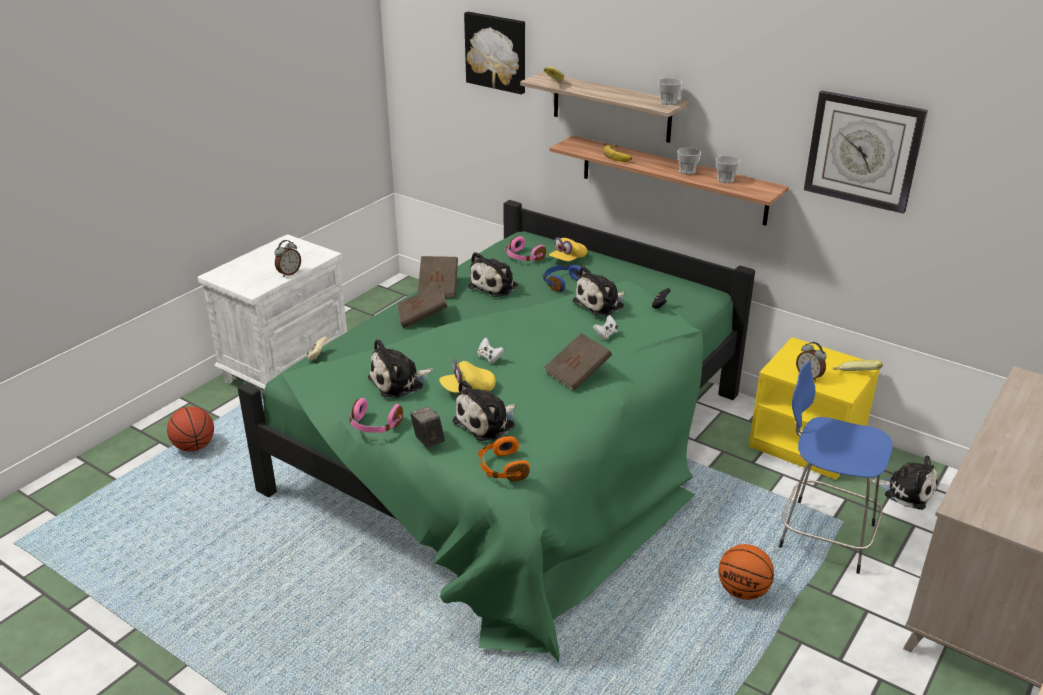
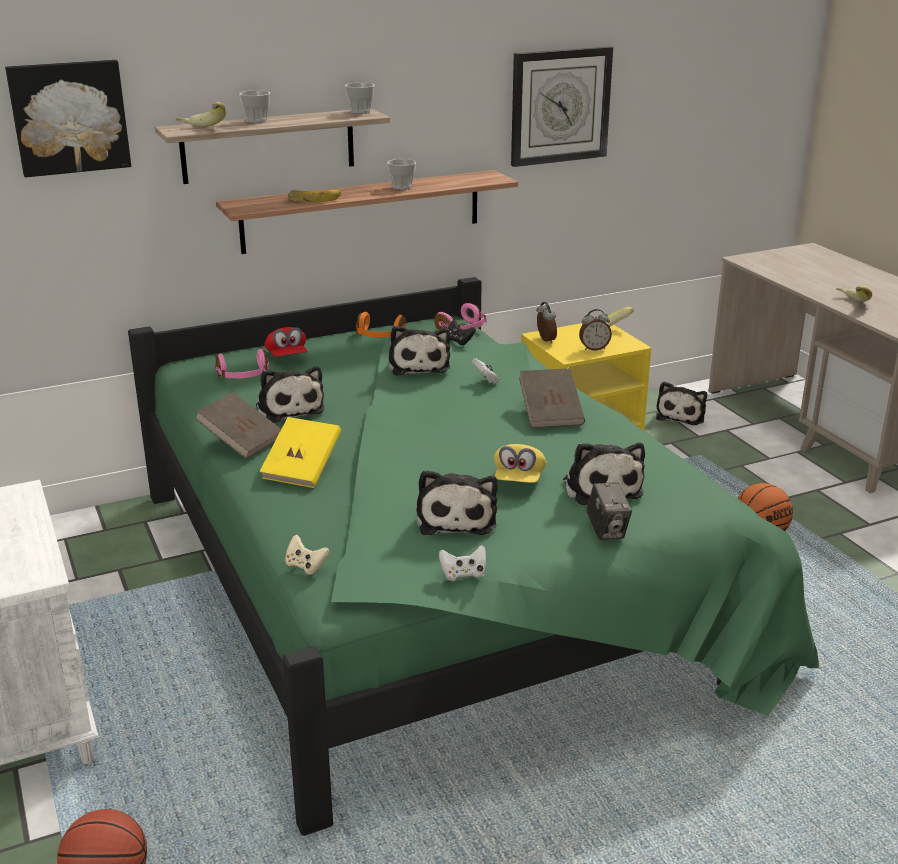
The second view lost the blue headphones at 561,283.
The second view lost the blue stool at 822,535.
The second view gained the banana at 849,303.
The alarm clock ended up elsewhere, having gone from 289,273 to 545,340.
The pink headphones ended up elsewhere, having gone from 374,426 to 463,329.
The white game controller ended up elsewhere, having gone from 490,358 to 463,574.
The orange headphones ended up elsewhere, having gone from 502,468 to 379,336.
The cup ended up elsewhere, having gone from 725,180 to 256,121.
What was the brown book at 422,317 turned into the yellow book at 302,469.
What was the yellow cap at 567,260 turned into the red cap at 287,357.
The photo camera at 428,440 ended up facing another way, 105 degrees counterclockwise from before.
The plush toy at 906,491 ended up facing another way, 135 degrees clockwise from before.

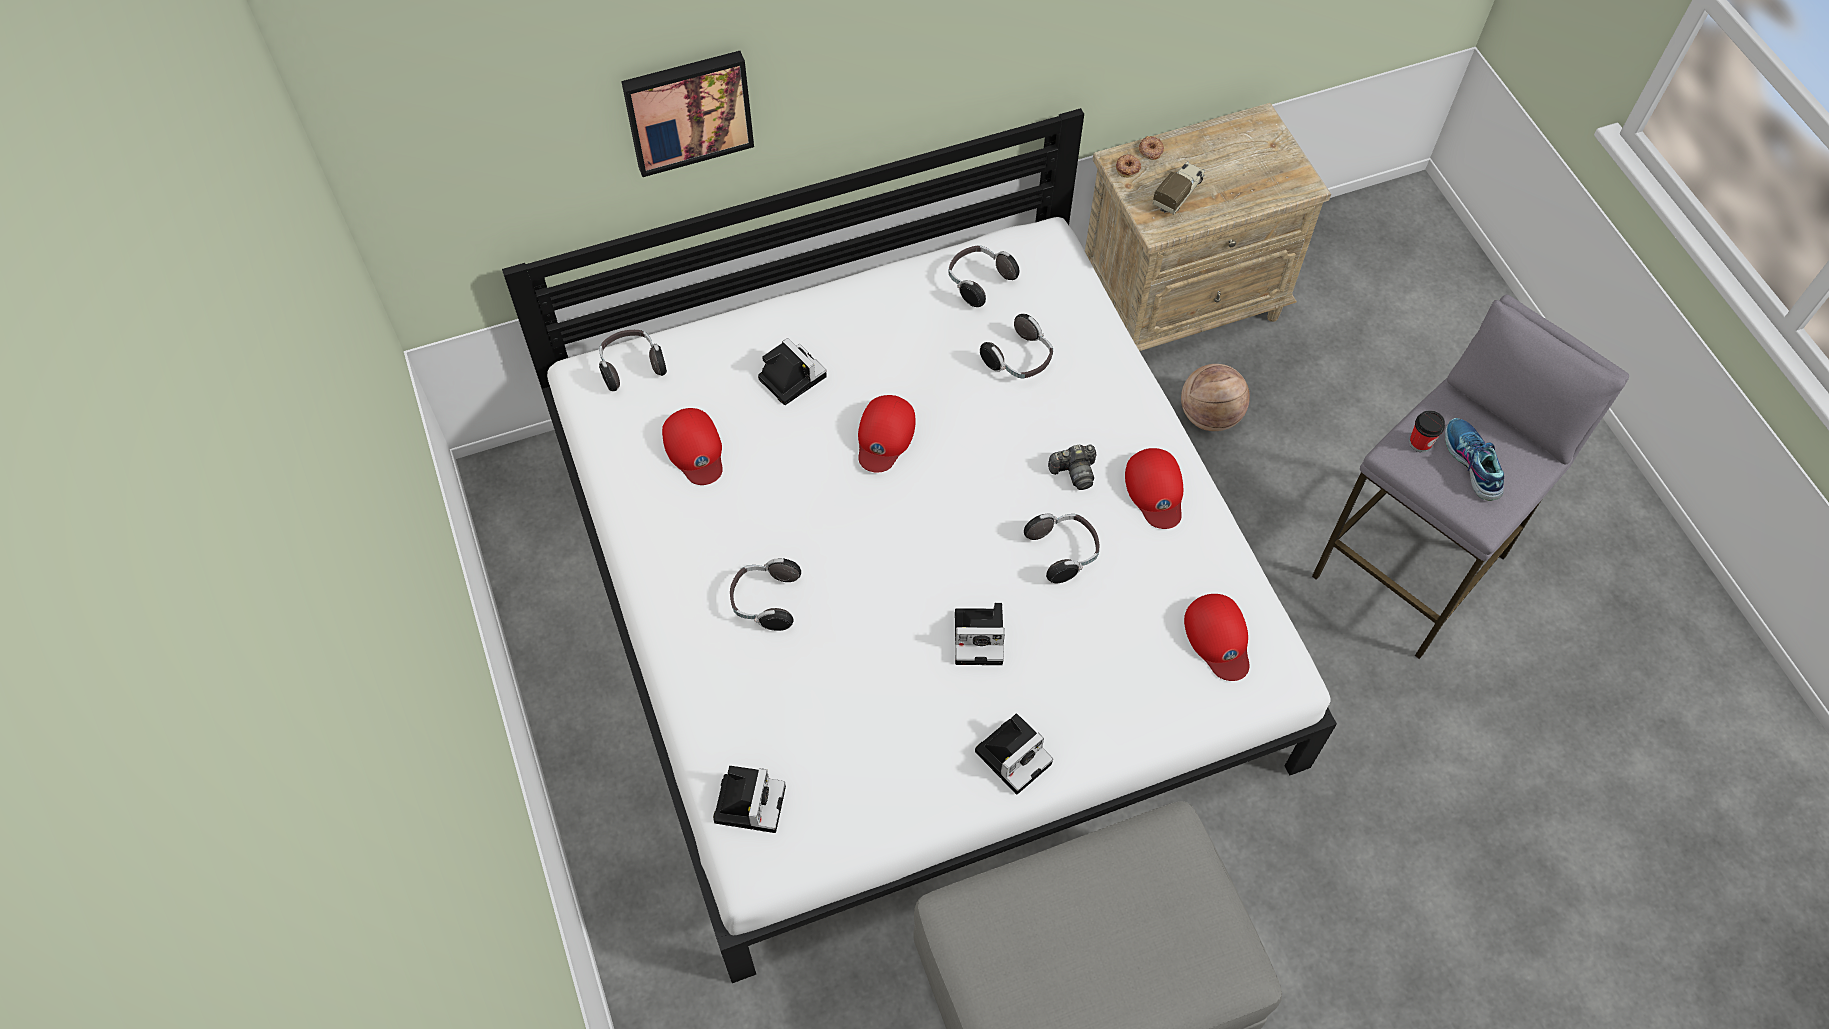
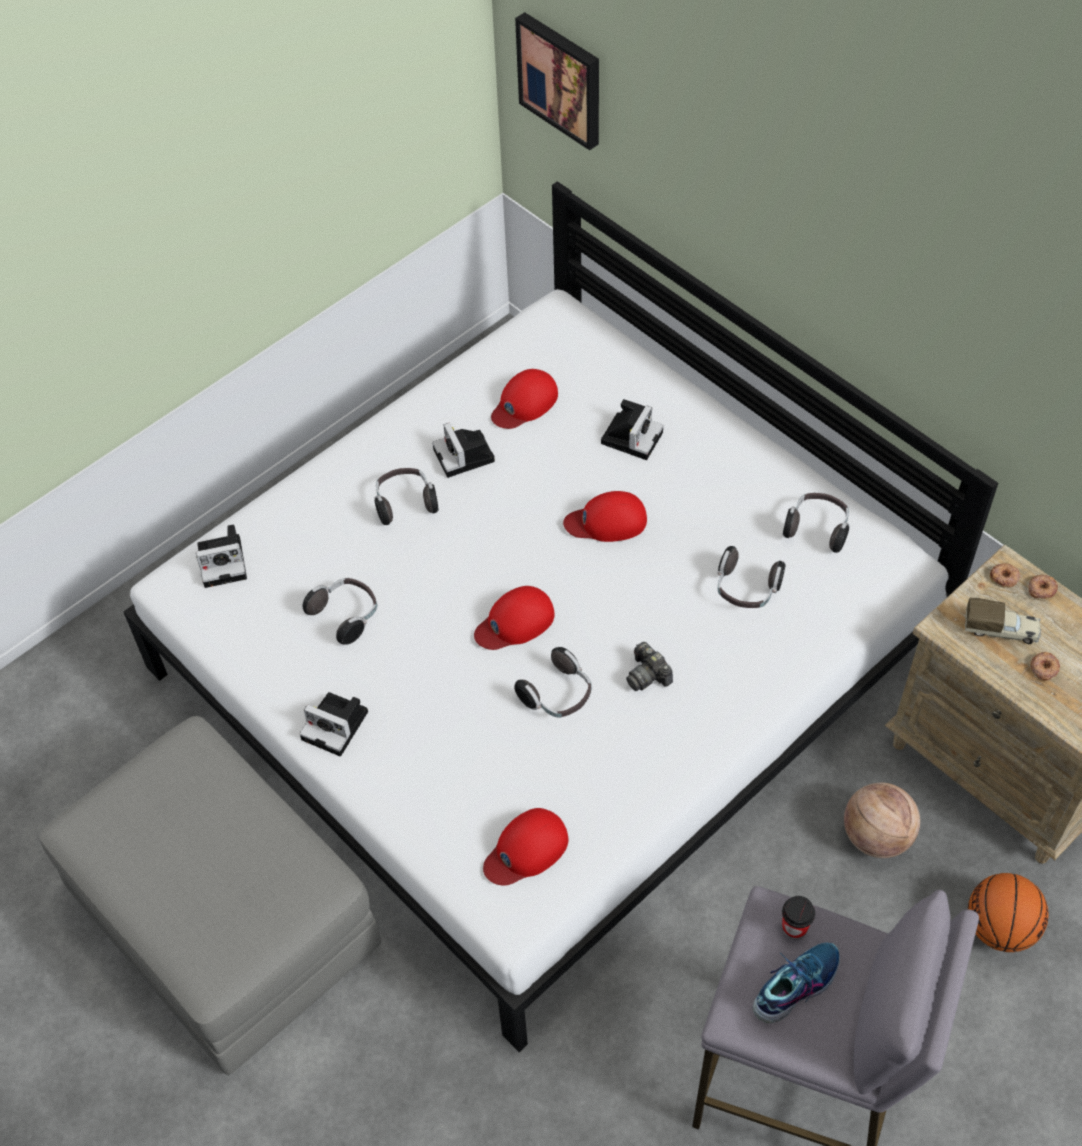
The second view gained the basketball at 1000,928.
The second view gained the donut at 1044,668.
The headphones ended up elsewhere, having gone from 631,366 to 346,616.
The picture ended up elsewhere, having gone from 688,110 to 562,79.
The photo camera ended up elsewhere, having gone from 981,637 to 465,457.
The red cap ended up elsewhere, having gone from 1155,490 to 515,622.

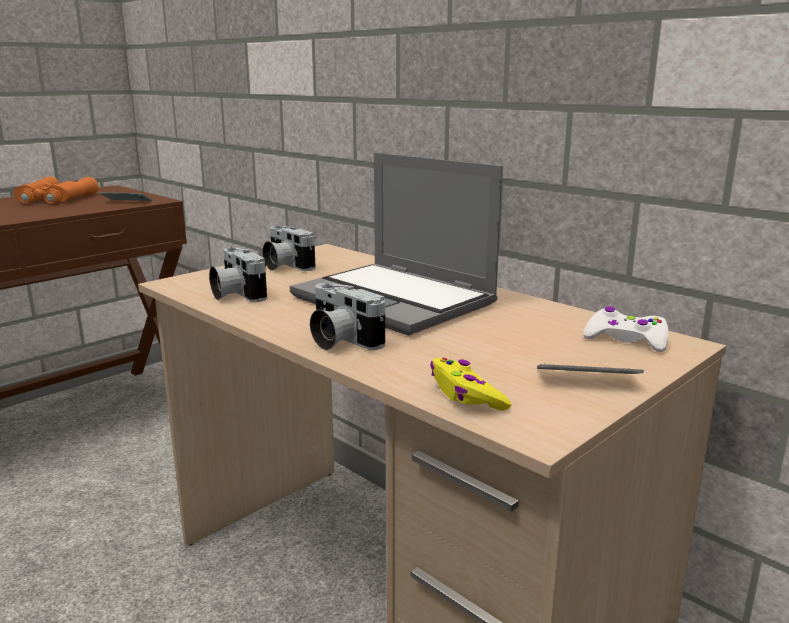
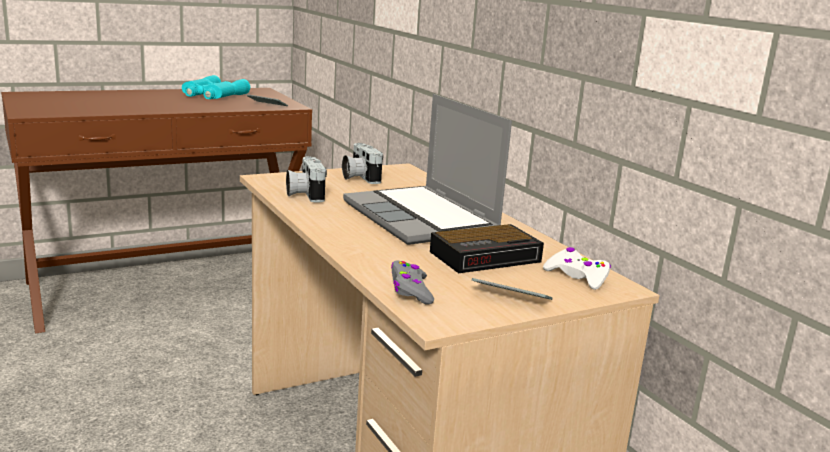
The second view lost the photo camera at 339,340.
The second view gained the alarm clock at 487,256.
What was the orange binoculars at 54,199 turned into the turquoise binoculars at 213,95.
What was the yellow game controller at 466,395 turned into the grey game controller at 410,290.

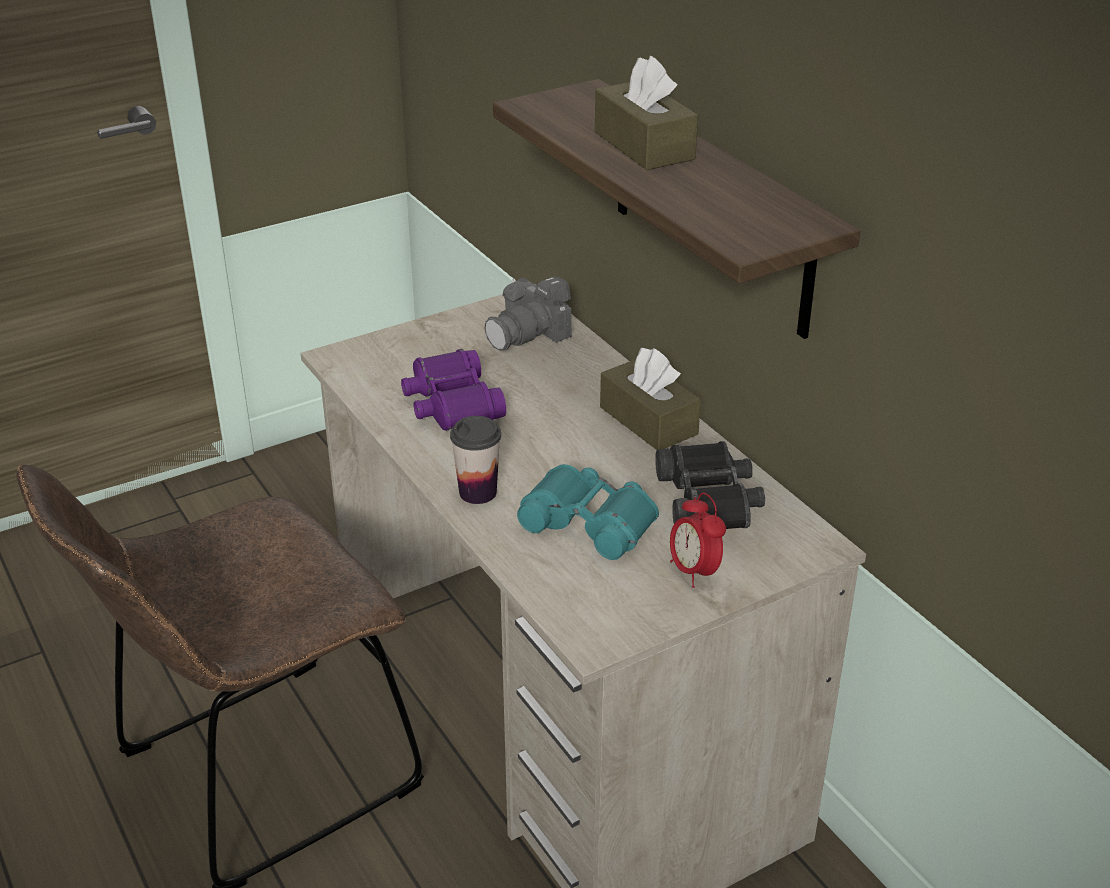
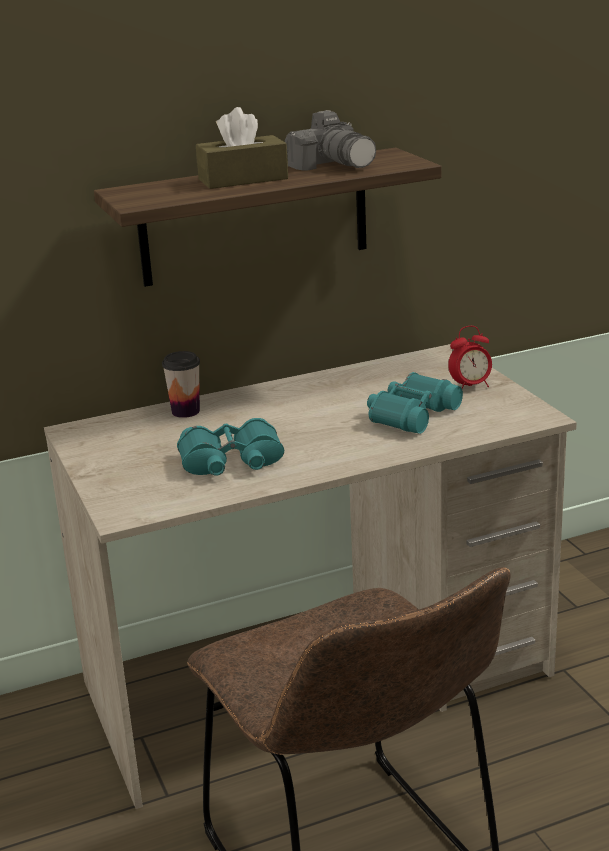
The second view lost the brown tissue box at 648,421.
The second view lost the black binoculars at 709,500.
The cup ended up elsewhere, having gone from 478,492 to 185,411.
The photo camera ended up elsewhere, having gone from 530,333 to 333,164.
What was the purple binoculars at 451,404 turned into the turquoise binoculars at 231,462.

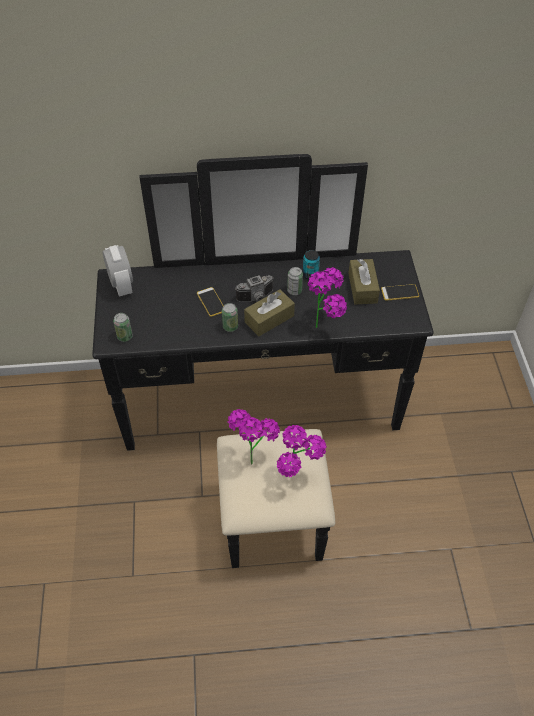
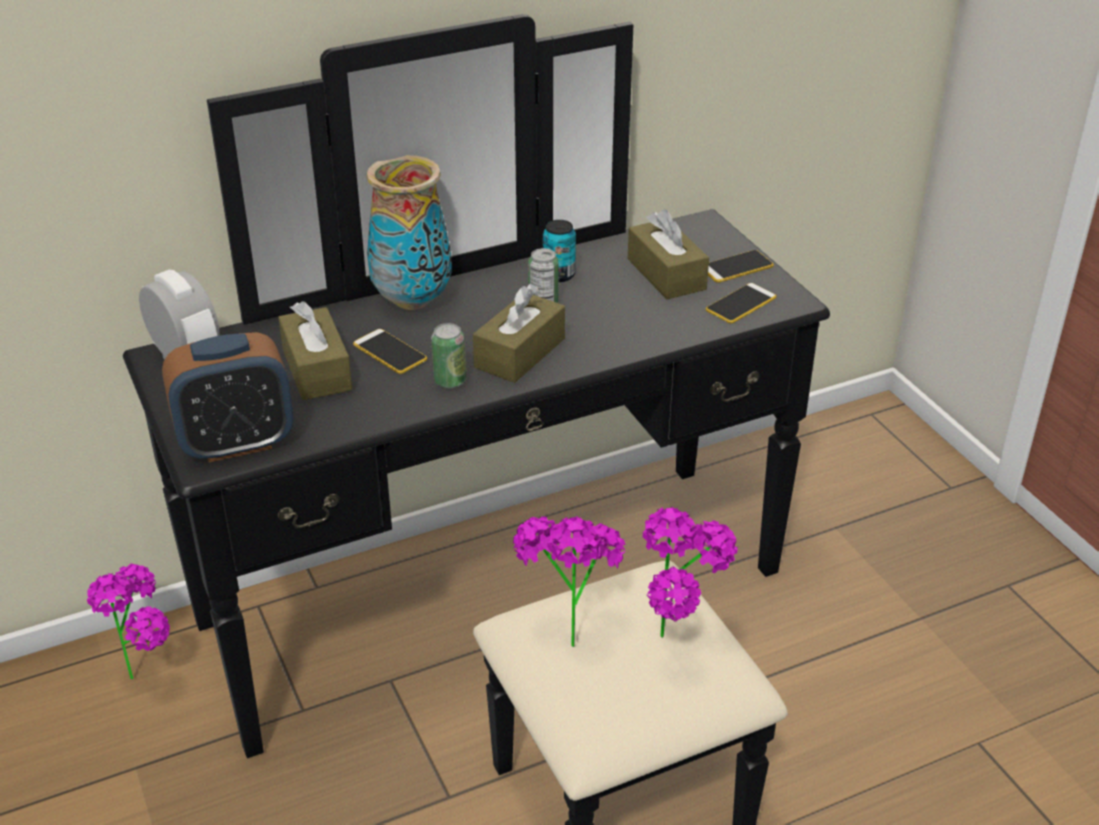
The second view lost the photo camera at 257,298.
The second view gained the brown tissue box at 317,369.
The second view gained the vase at 412,300.
The second view gained the phone at 741,304.
The potted plant ended up elsewhere, having gone from 325,325 to 148,671.
Where the can stood at 125,336, the alarm clock came to stand at 236,443.

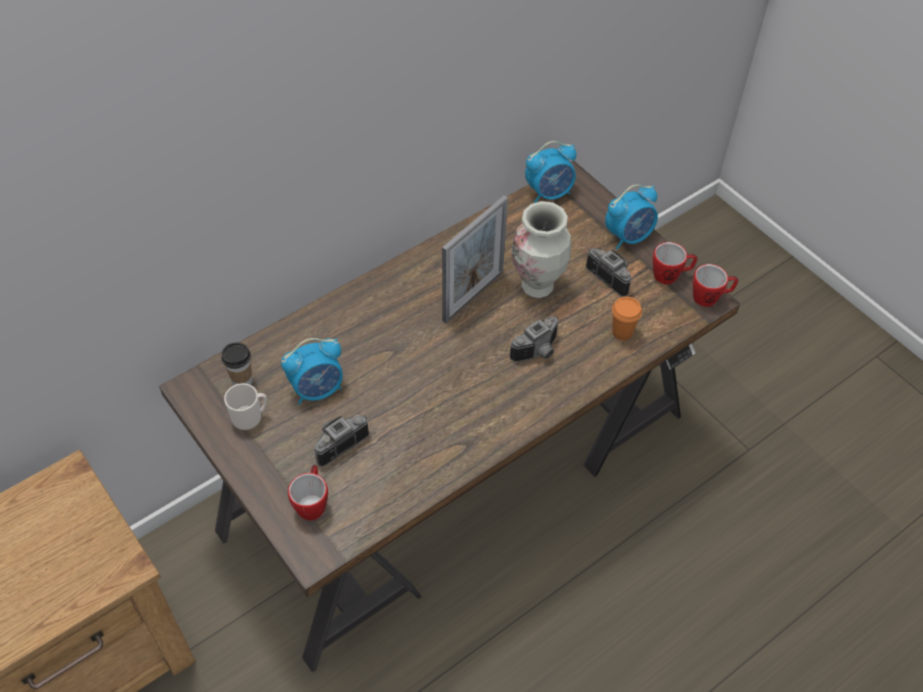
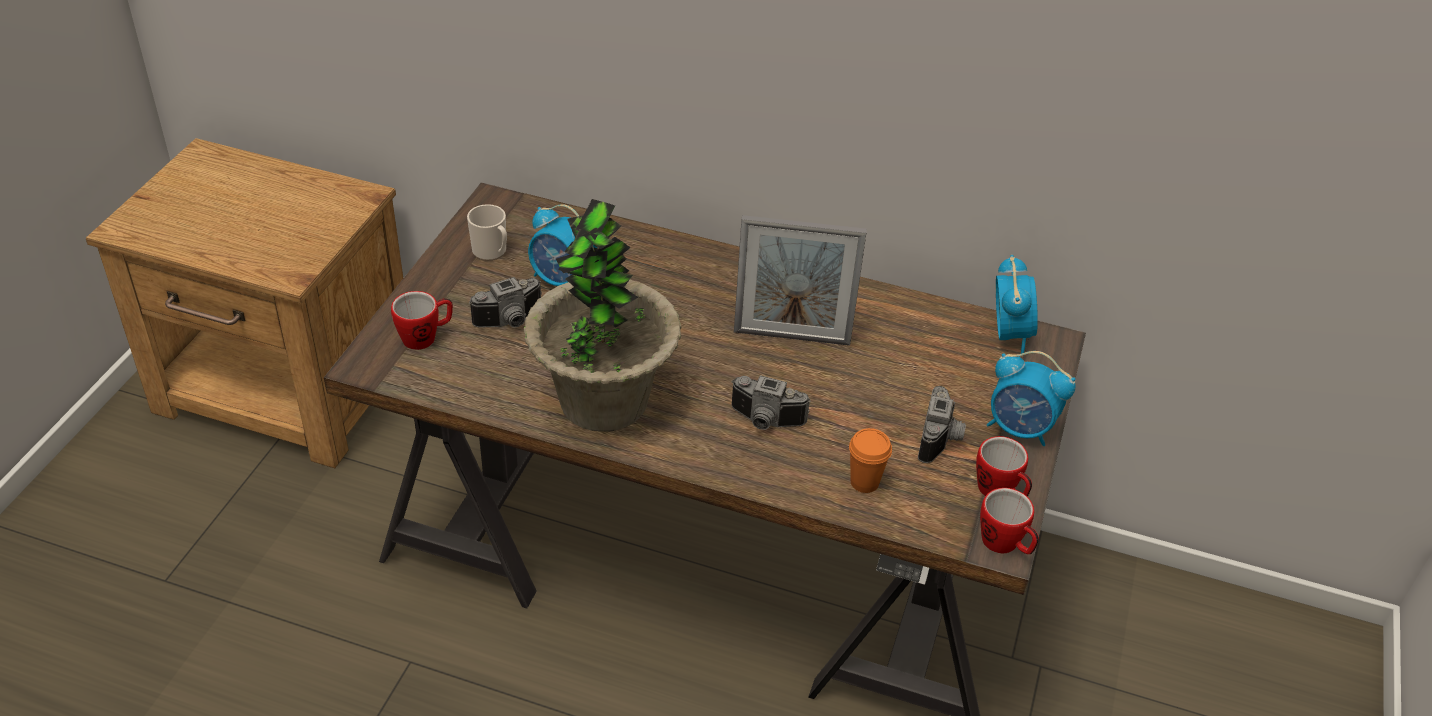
The second view lost the cup at 242,381.
The second view lost the vase at 537,287.
The second view gained the potted plant at 603,400.
The photo camera at 337,442 ended up facing another way, 135 degrees clockwise from before.
The alarm clock at 549,193 ended up facing another way, 120 degrees counterclockwise from before.

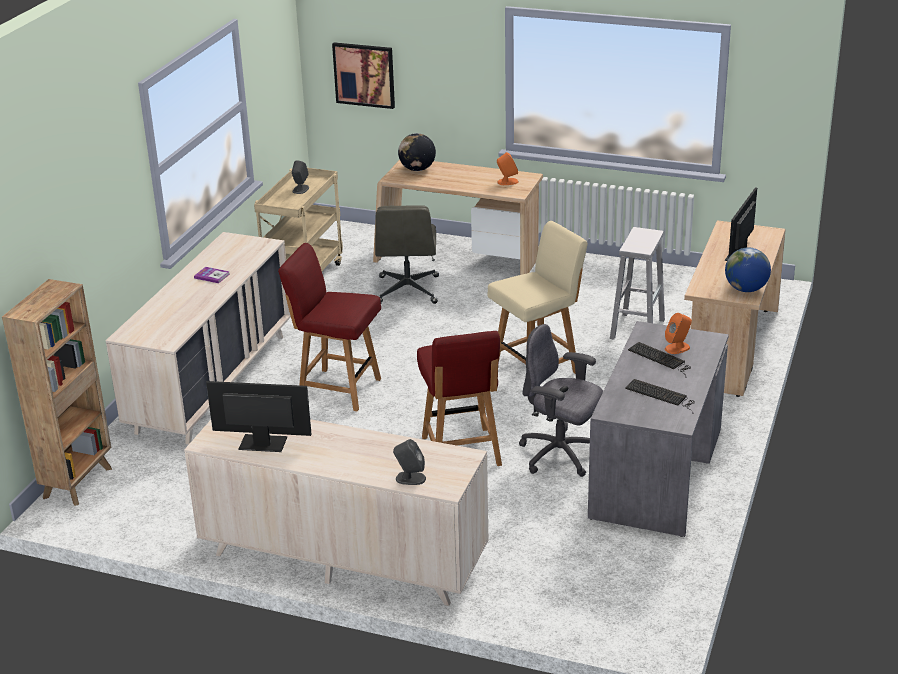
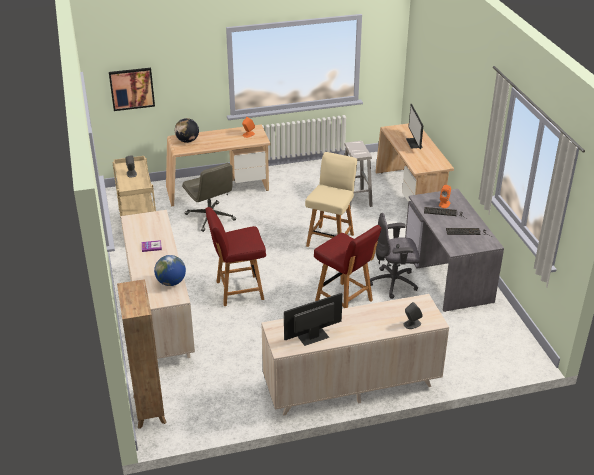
The globe ended up elsewhere, having gone from 746,289 to 171,282.

